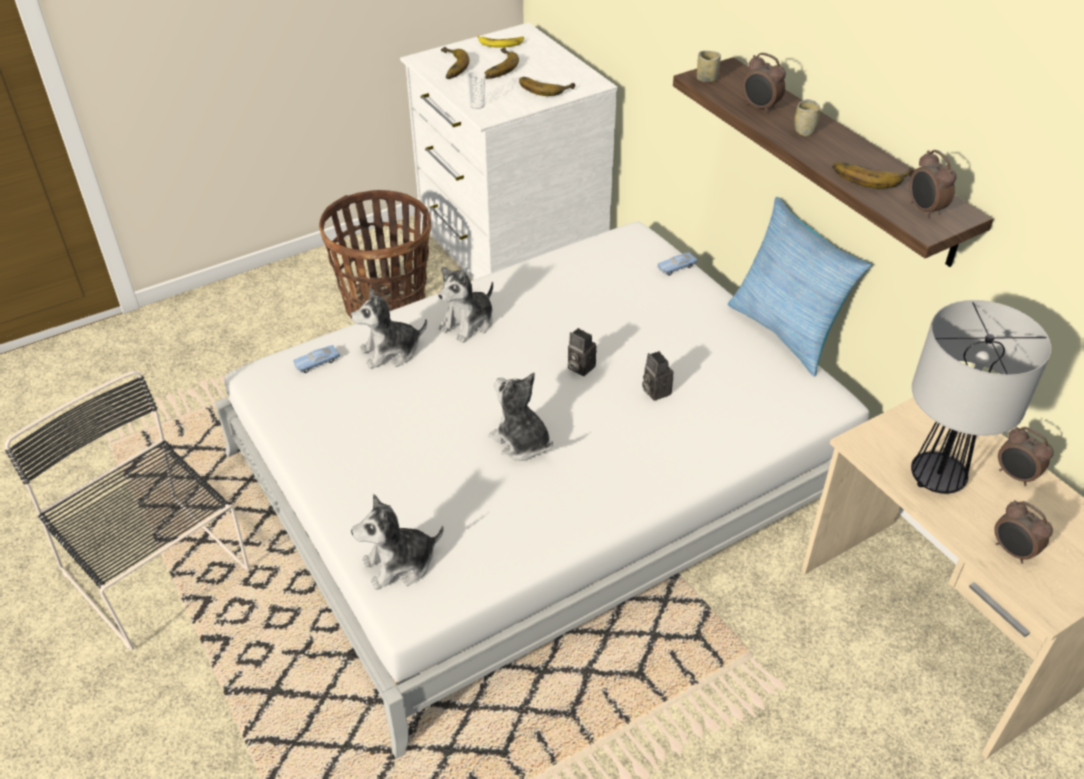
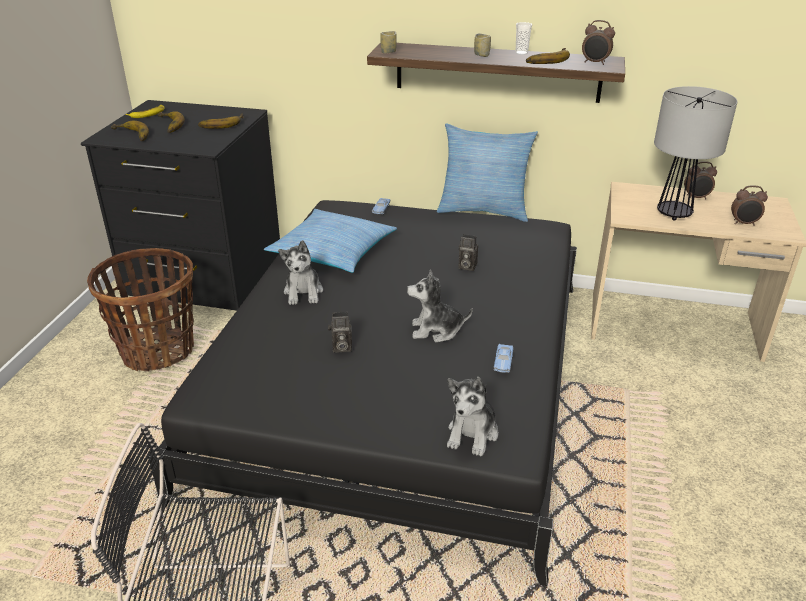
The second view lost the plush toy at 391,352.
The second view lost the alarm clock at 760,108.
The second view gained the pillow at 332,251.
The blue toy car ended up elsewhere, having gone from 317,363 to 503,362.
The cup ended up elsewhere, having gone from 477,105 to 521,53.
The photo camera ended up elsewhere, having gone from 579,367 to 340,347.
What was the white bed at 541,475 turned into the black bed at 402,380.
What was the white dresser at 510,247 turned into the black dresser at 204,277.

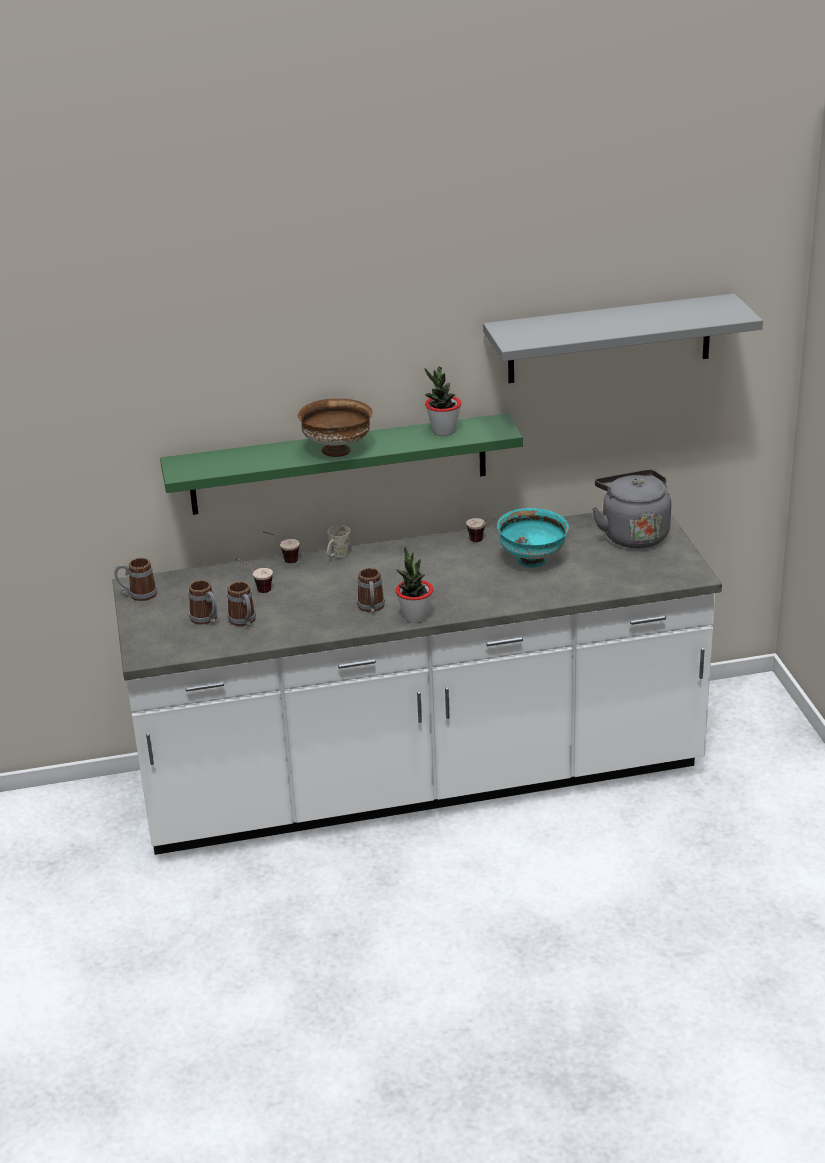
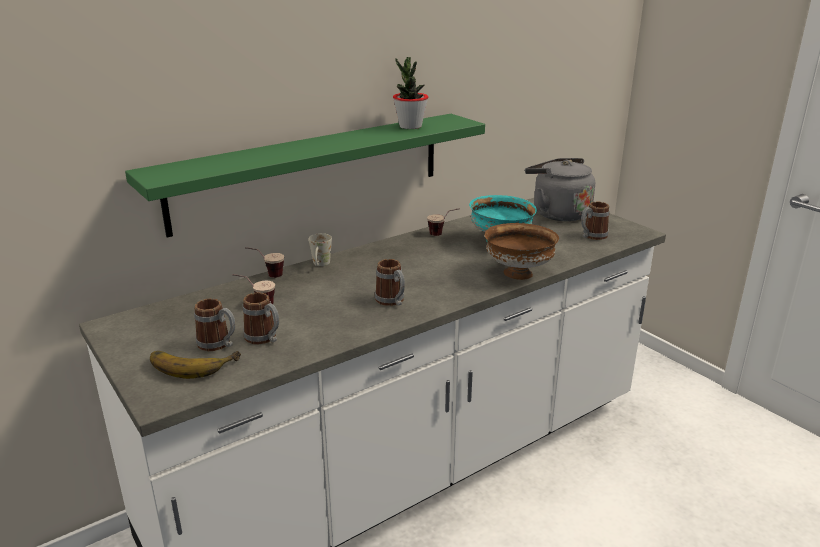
The second view lost the potted plant at 415,616.
The second view lost the grey shelf at 609,339.
The second view gained the banana at 193,363.
The mug ended up elsewhere, having gone from 137,595 to 591,236.
The brown bowl ended up elsewhere, having gone from 337,450 to 518,273.

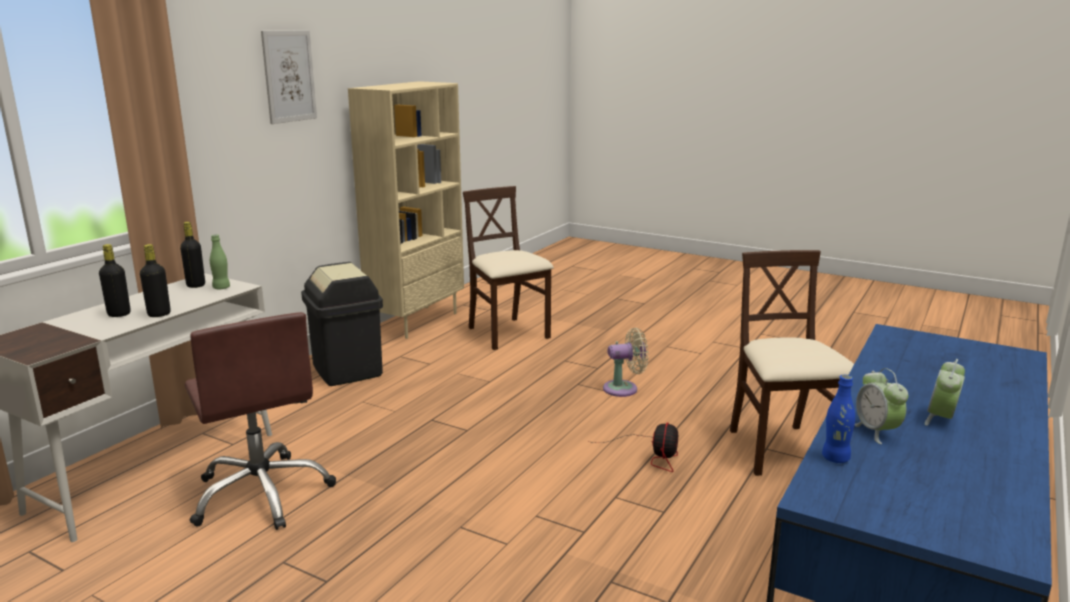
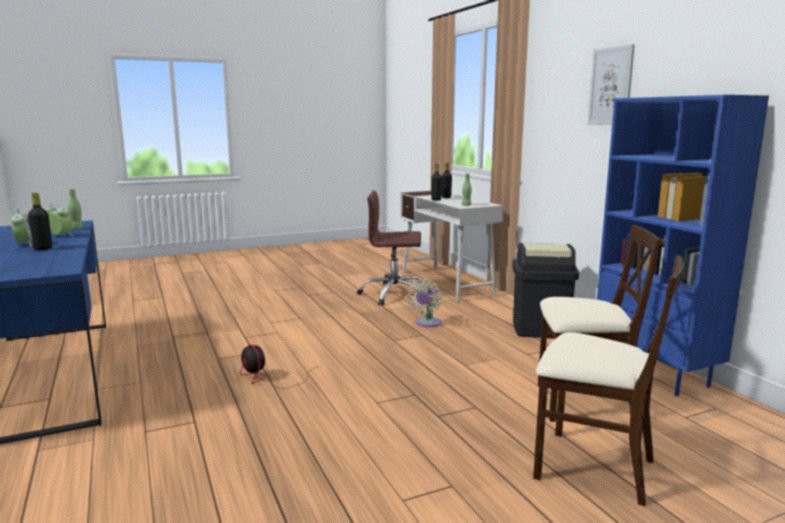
The black bottle ended up elsewhere, having gone from 196,285 to 43,248.
The beige fan ended up elsewhere, having gone from 624,389 to 427,323.
The beige chair ended up elsewhere, having gone from 781,450 to 592,466.
What was the beige bookcase at 416,321 turned into the blue bookcase at 655,372.
What was the blue bottle at 835,458 turned into the green bottle at 76,229.

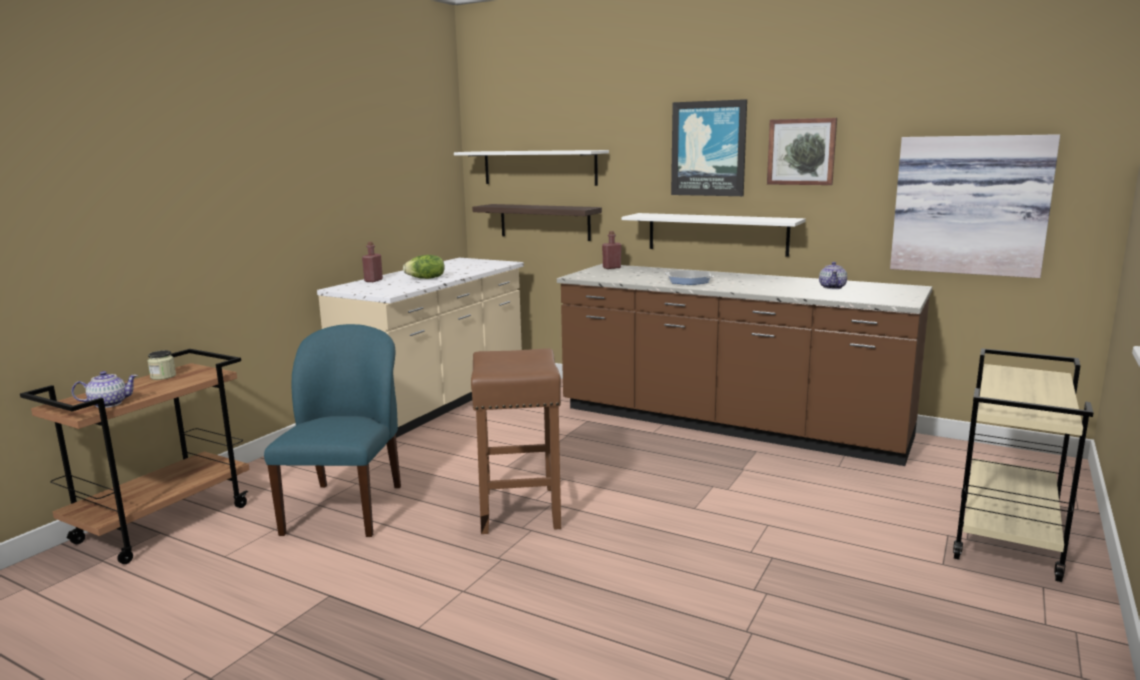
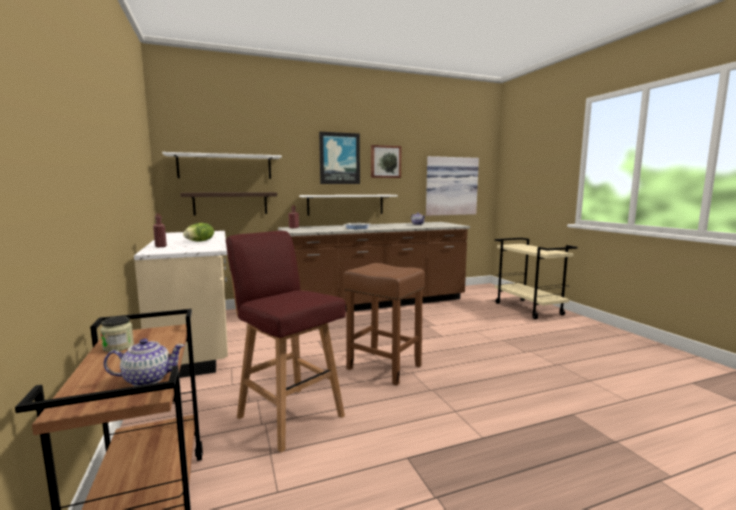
Where the blue chair stood at 345,508, the red stool came to stand at 289,415.
The teapot at 108,404 ended up facing another way, 60 degrees clockwise from before.

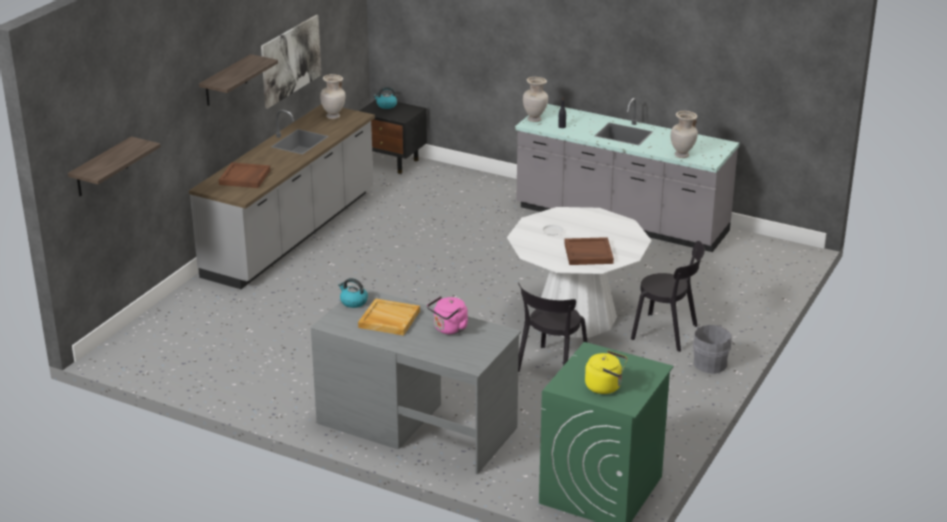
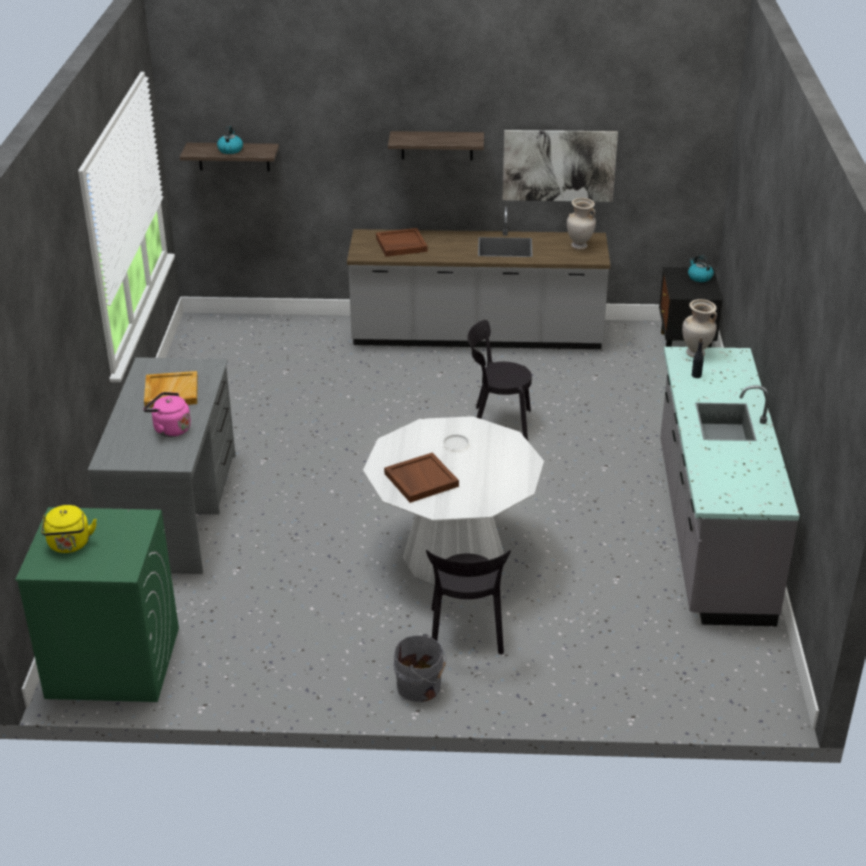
The second view lost the beige vase at 682,155.
The kettle ended up elsewhere, having gone from 353,302 to 230,149.
The black chair ended up elsewhere, having gone from 551,368 to 497,424.

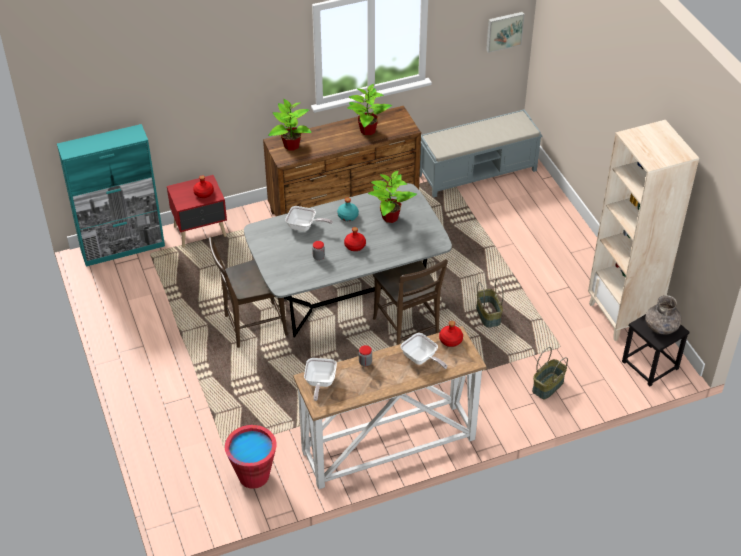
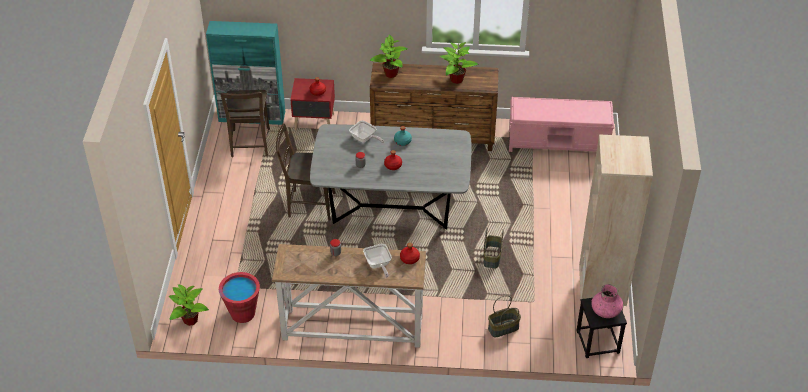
The second view lost the frying pan at 319,383.
The second view lost the picture at 504,31.
The potted plant ended up elsewhere, having gone from 389,217 to 190,320.
The brown chair ended up elsewhere, having gone from 407,330 to 250,145.
What was the grey bench at 478,172 turned into the pink bench at 559,143.
What was the grey vase at 661,326 turned into the pink vase at 606,310.

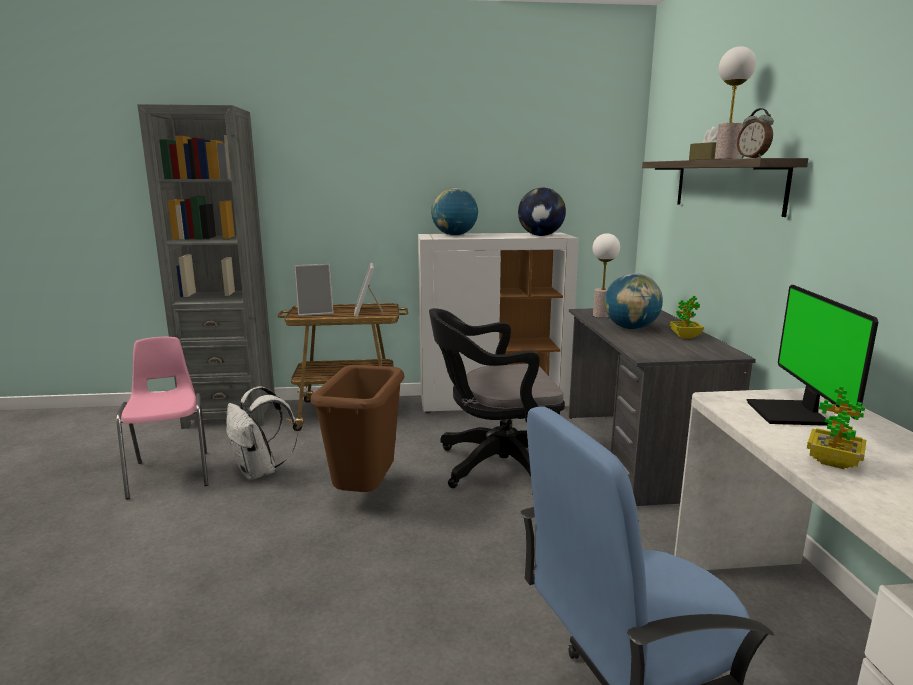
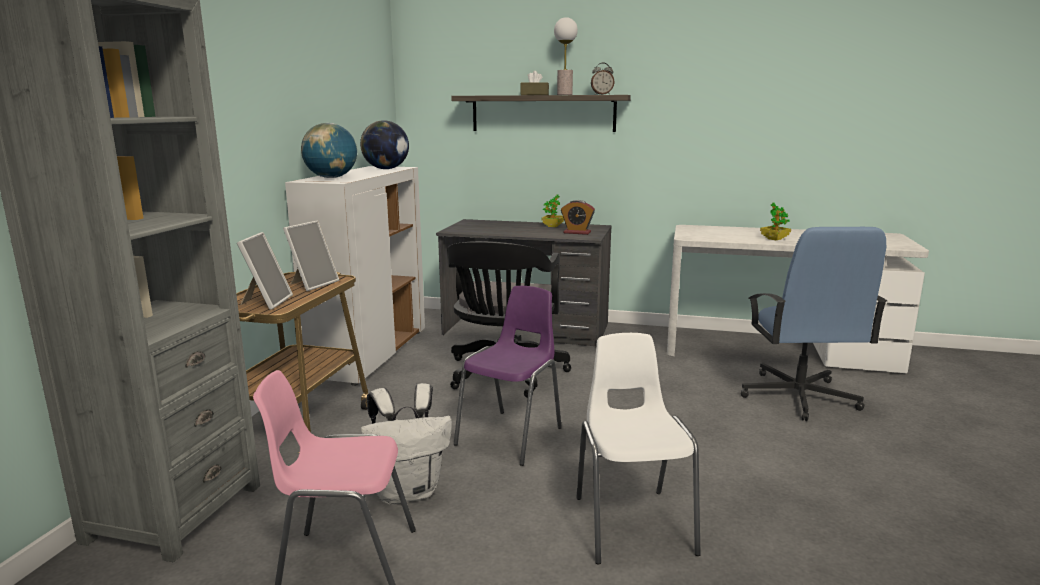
The second view lost the table lamp at 601,316.
The second view lost the globe at 631,328.
The second view lost the monitor at 791,414.
The second view gained the alarm clock at 577,232.
The second view gained the white chair at 632,523.
Where the brown trash can stood at 365,494, the purple chair came to stand at 512,435.
The picture frame at 367,312 ended up facing another way, 75 degrees counterclockwise from before.

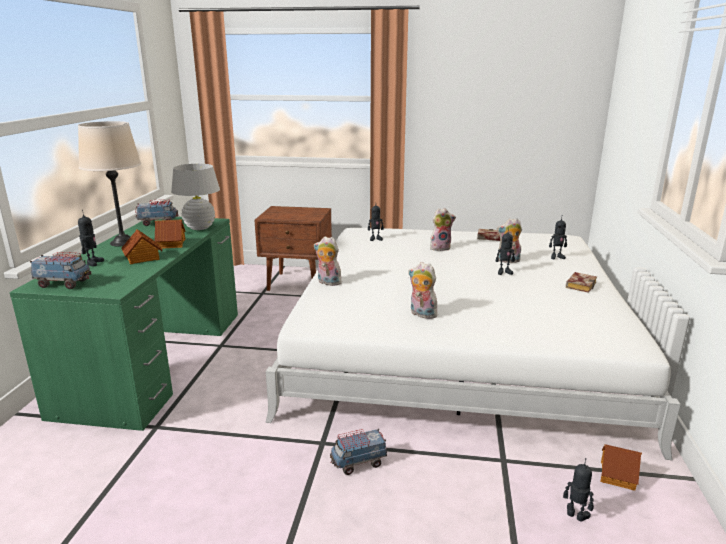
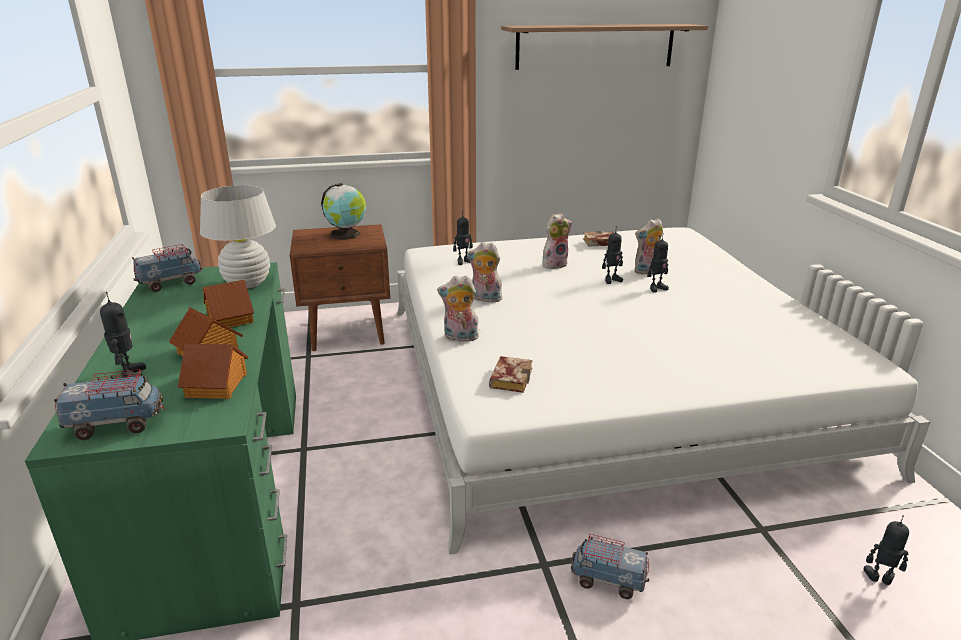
The second view lost the beige table lamp at 123,242.
The second view gained the globe at 346,234.
The second view gained the shelf at 595,46.
The plush toy ended up elsewhere, having gone from 421,314 to 485,299.
The toy robot ended up elsewhere, having gone from 556,257 to 611,280.
The book ended up elsewhere, having gone from 580,285 to 510,378.
The toy house ended up elsewhere, having gone from 618,475 to 217,385.
The toy truck at 358,463 ended up facing another way, 60 degrees clockwise from before.

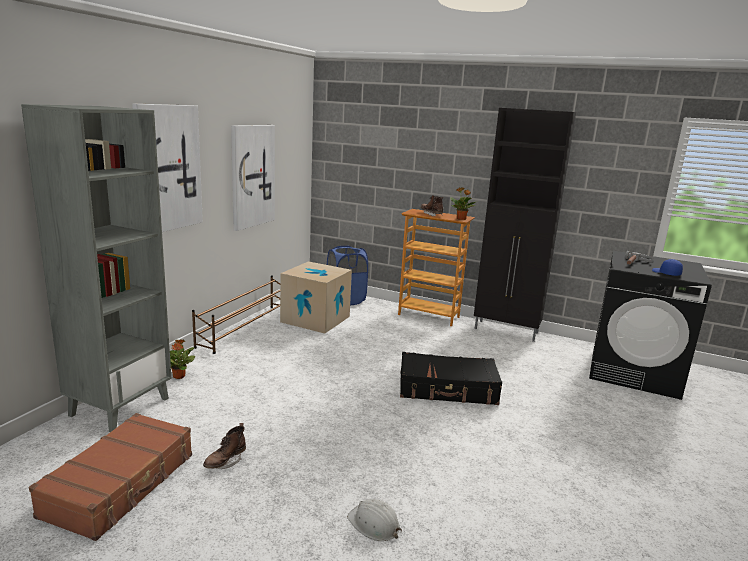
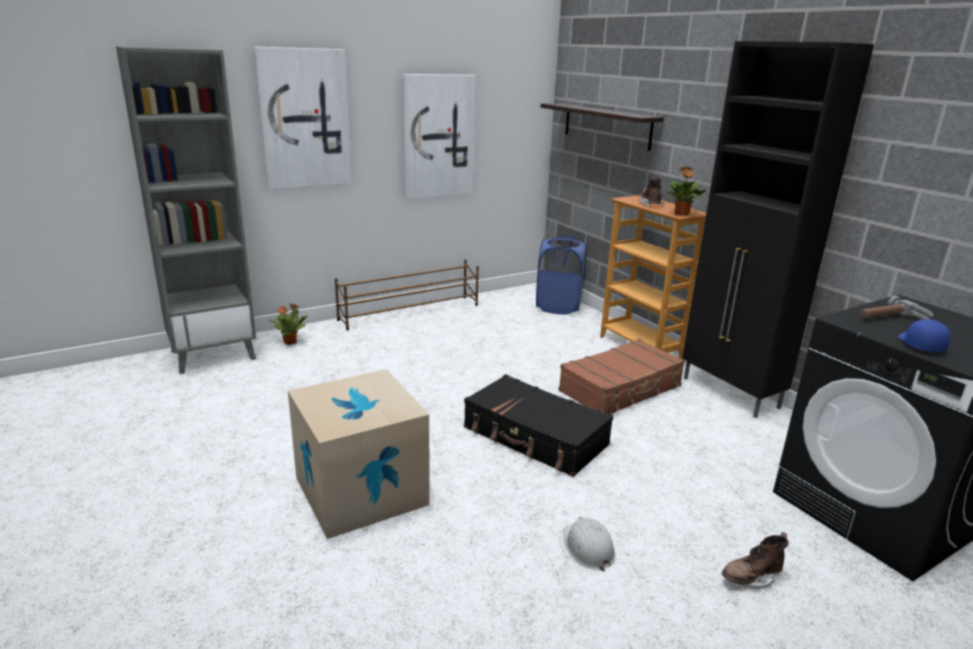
The second view gained the shelf at 606,125.
The brown suitcase ended up elsewhere, having gone from 121,484 to 621,389.
The brown boot ended up elsewhere, having gone from 225,462 to 750,578.
The cardboard box ended up elsewhere, having gone from 315,319 to 361,491.
The white hard hat ended up elsewhere, having gone from 374,524 to 588,547.

